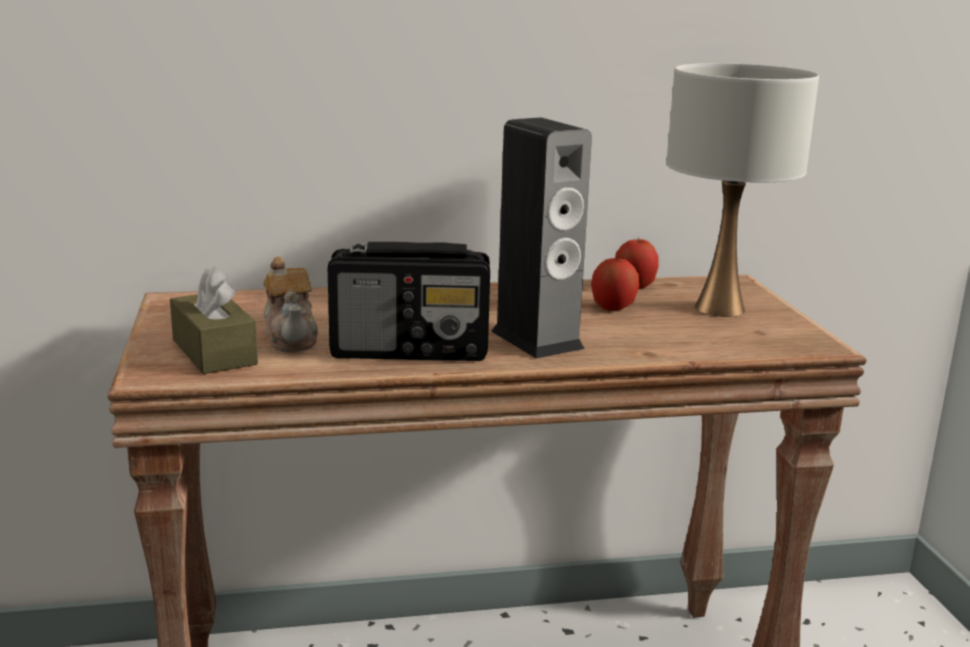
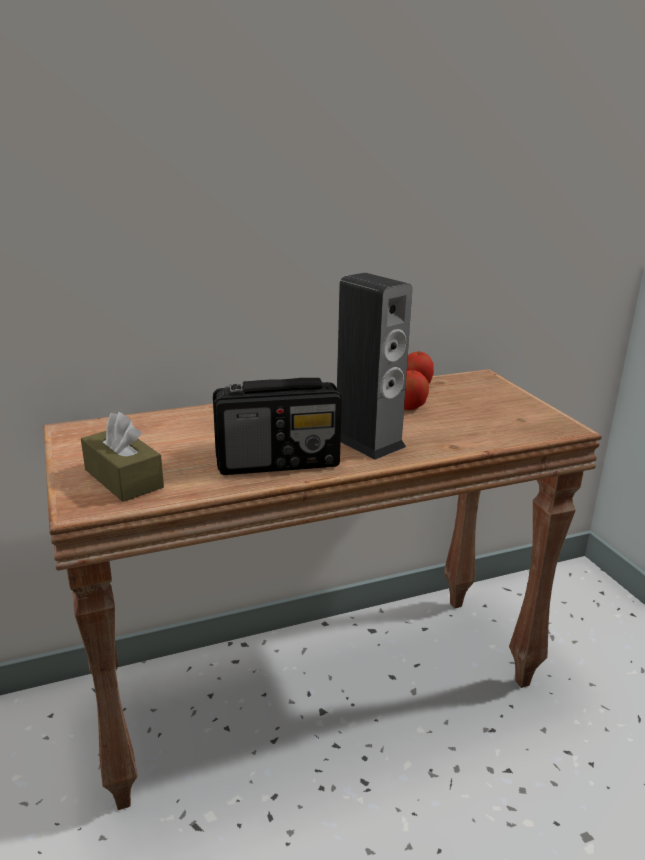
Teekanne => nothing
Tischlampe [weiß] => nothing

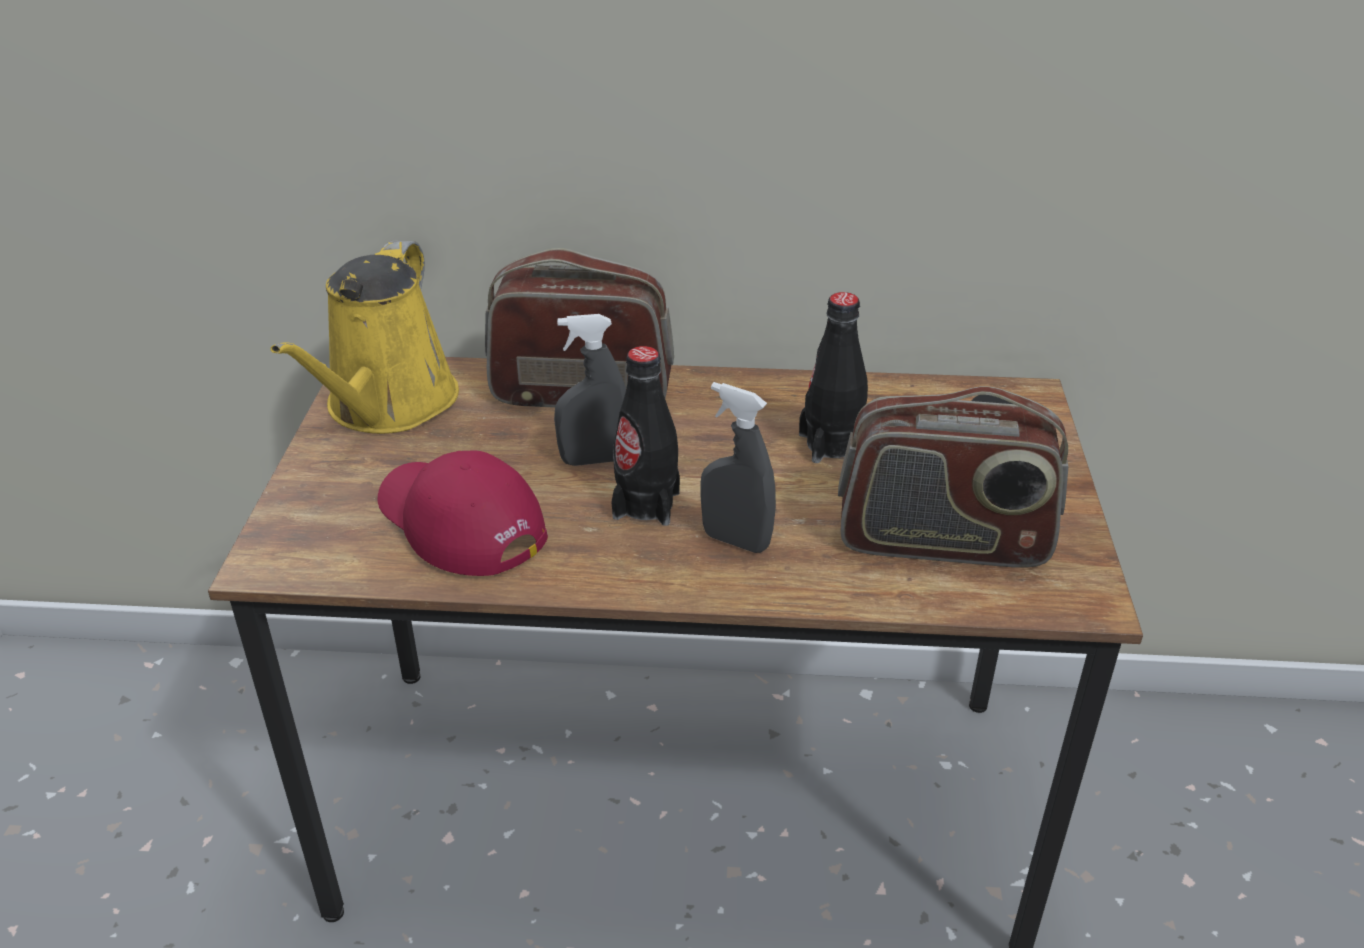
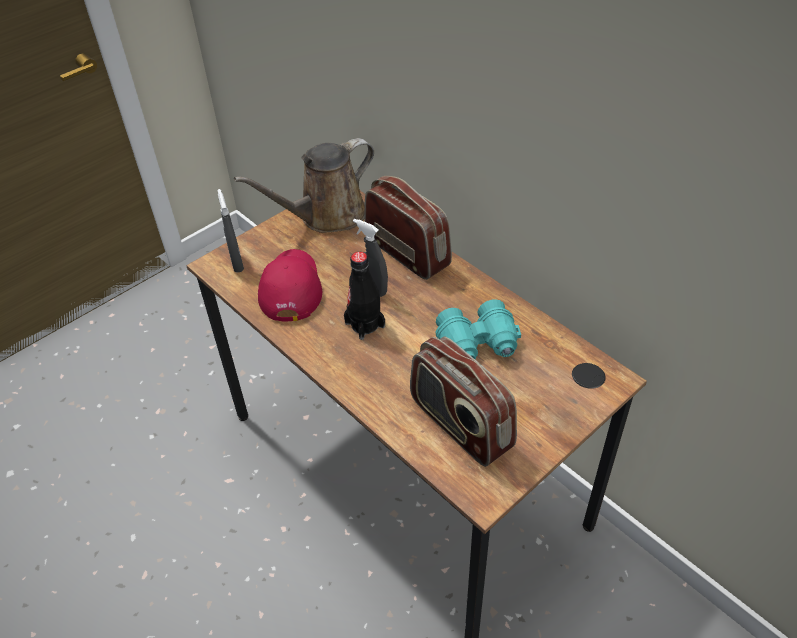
Gießkanne [gelb] => Gießkanne [braun]
Sprühflasche [grau] (no. 2 from left in the first image) => Sprühflasche [grau] (no. 1 from left), shifted
Flasche [schwarz] (no. 2 from left) => Fernglas [türkis]

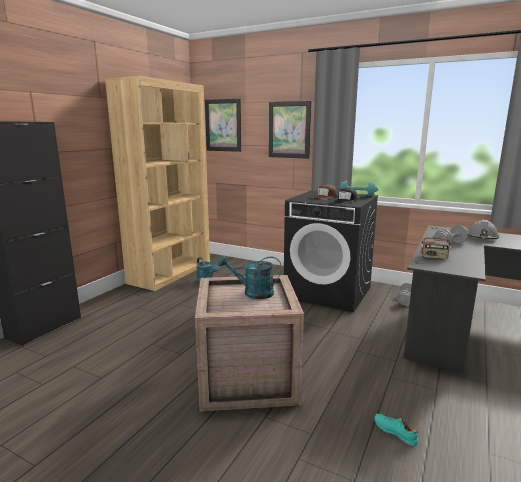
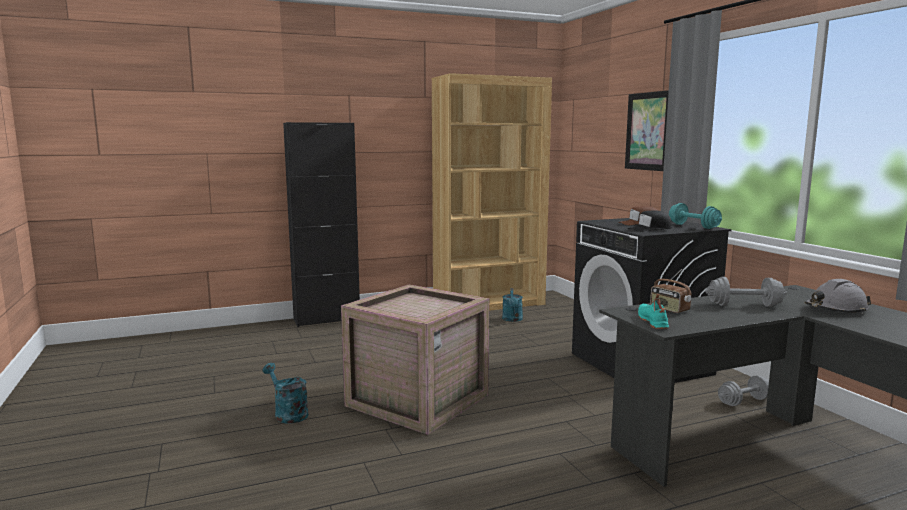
Bild (no. 1 from left) => nothing
Gießkanne [türkis] (no. 2 from left in the first image) => Gießkanne [türkis] (no. 1 from left), shifted
Schuh [türkis], shifted

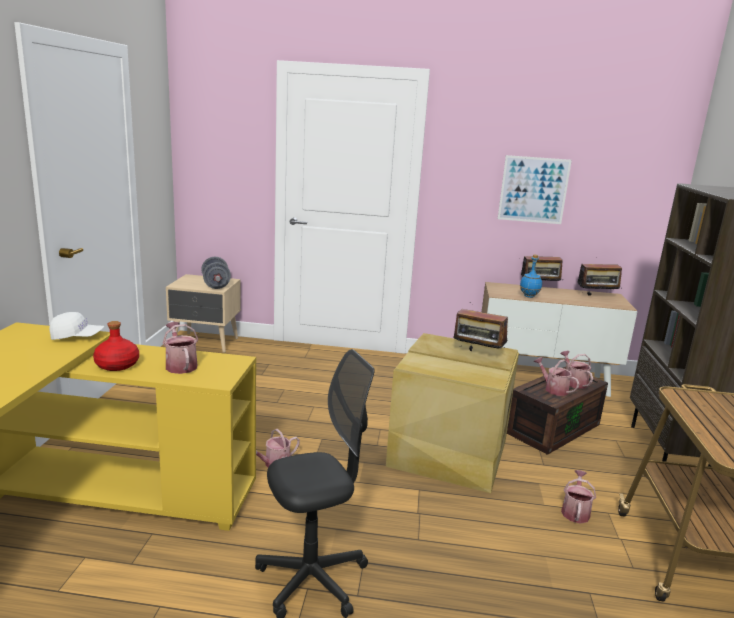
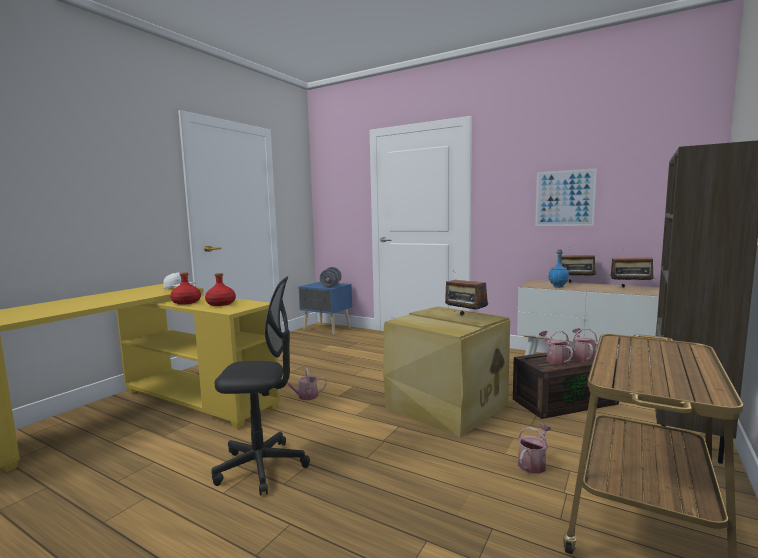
Gießkanne (no. 1 from left) => Flasche [rot] (no. 2 from left)
Nachttisch [beige] => Nachttisch [blau]

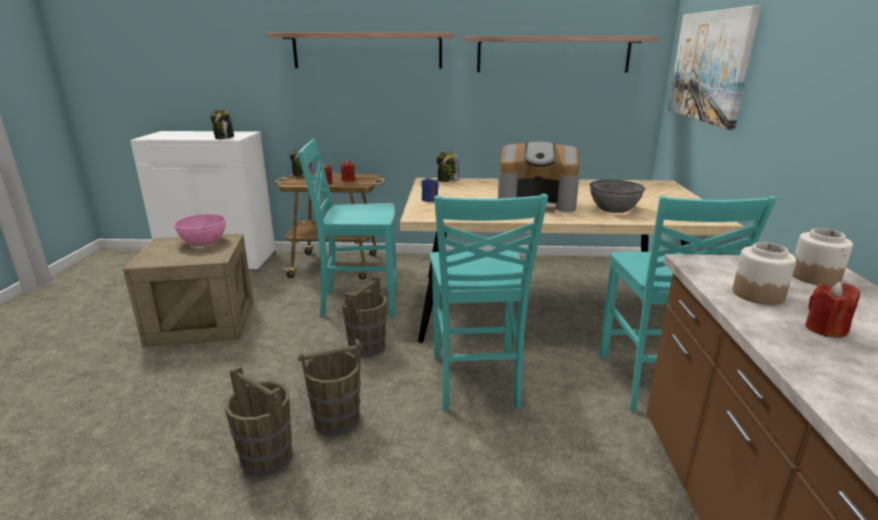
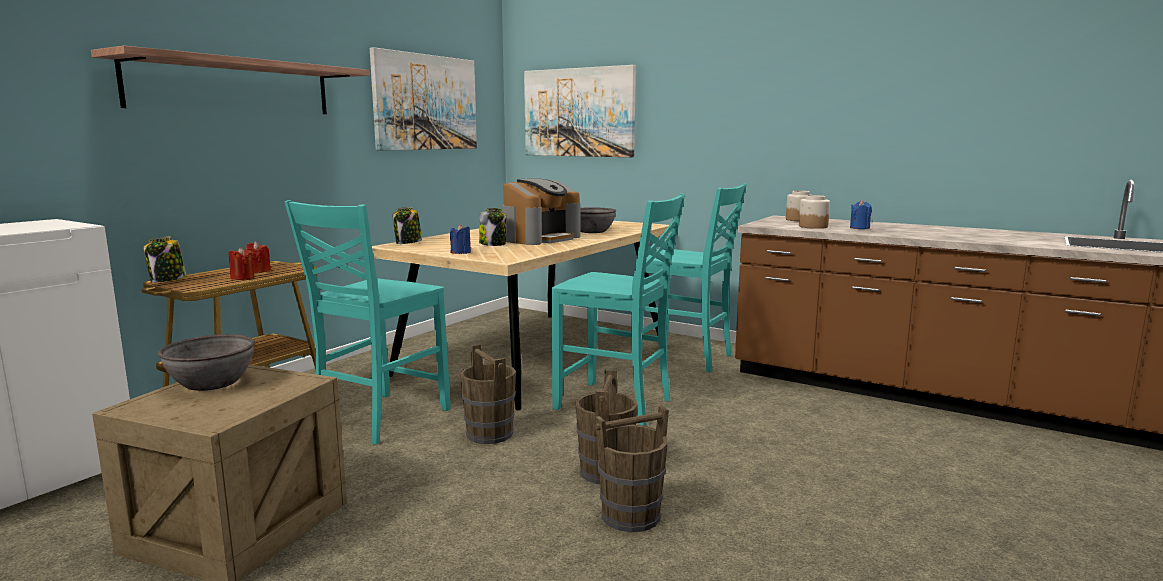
Schüssel [rosa] => Schüssel [grau] (no. 1 from left)
Vorratsglas (no. 1 from left in the first image) => Vorratsglas (no. 3 from left), shifted
Wandregal (no. 2 from left) => Bild (no. 1 from left)
Kerze [rot] (no. 3 from left) => Kerze [blau] (no. 2 from left)

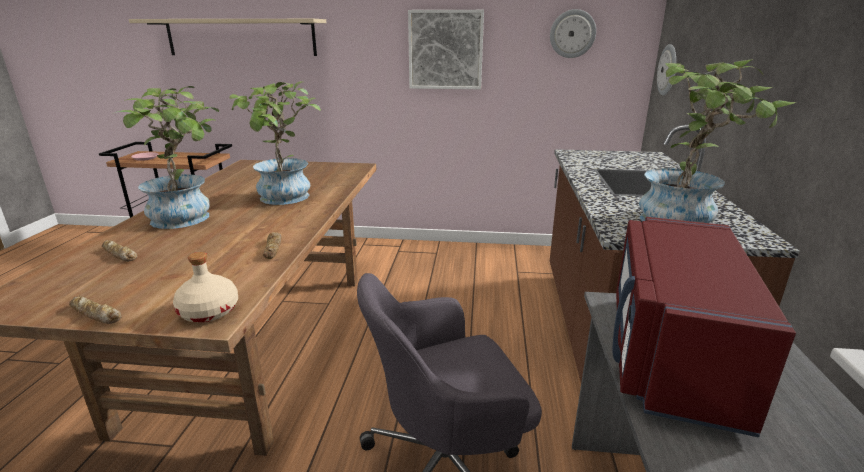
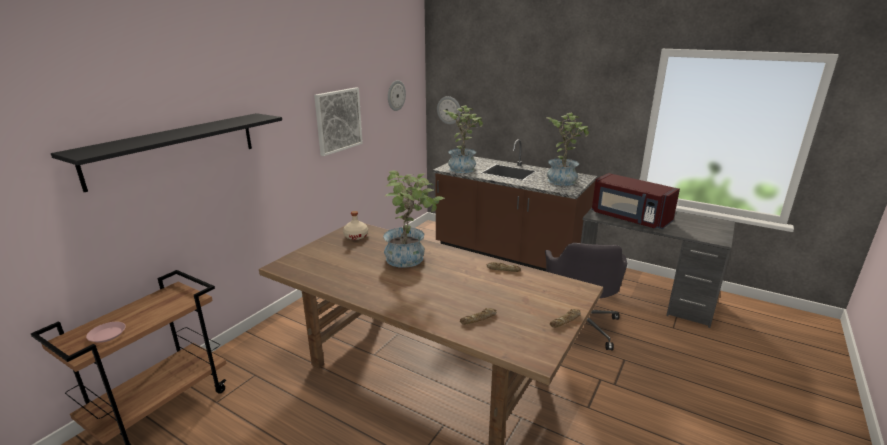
Topfpflanze (no. 1 from left in the first image) => Topfpflanze (no. 2 from left), shifted
Wandregal [beige] => Wandregal [schwarz]
Flasche [beige], shifted

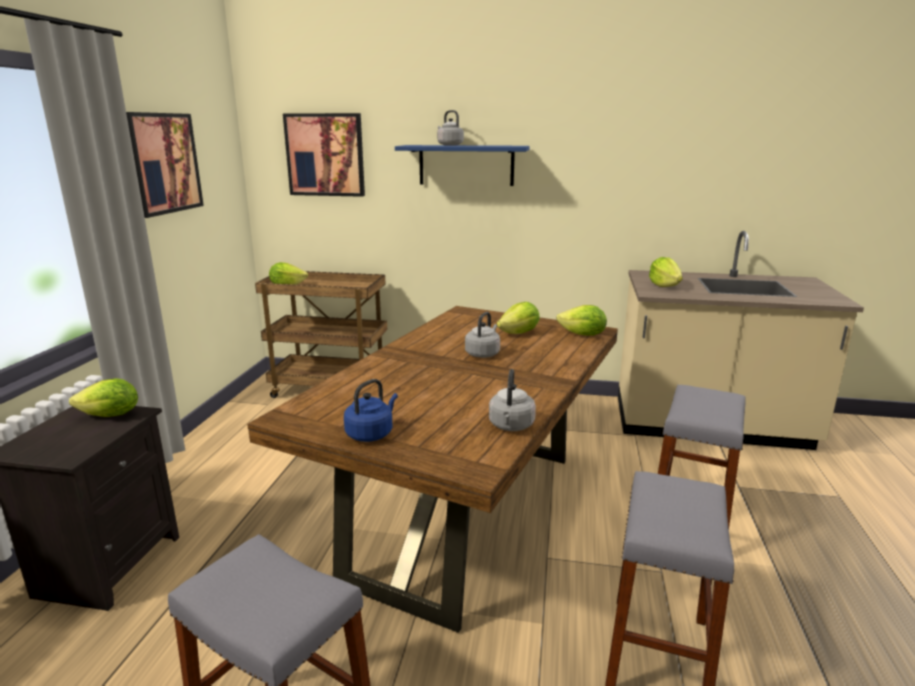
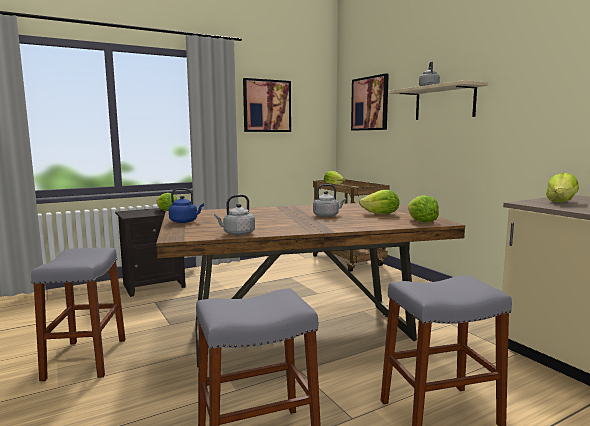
Wandregal [blau] => Wandregal [beige]

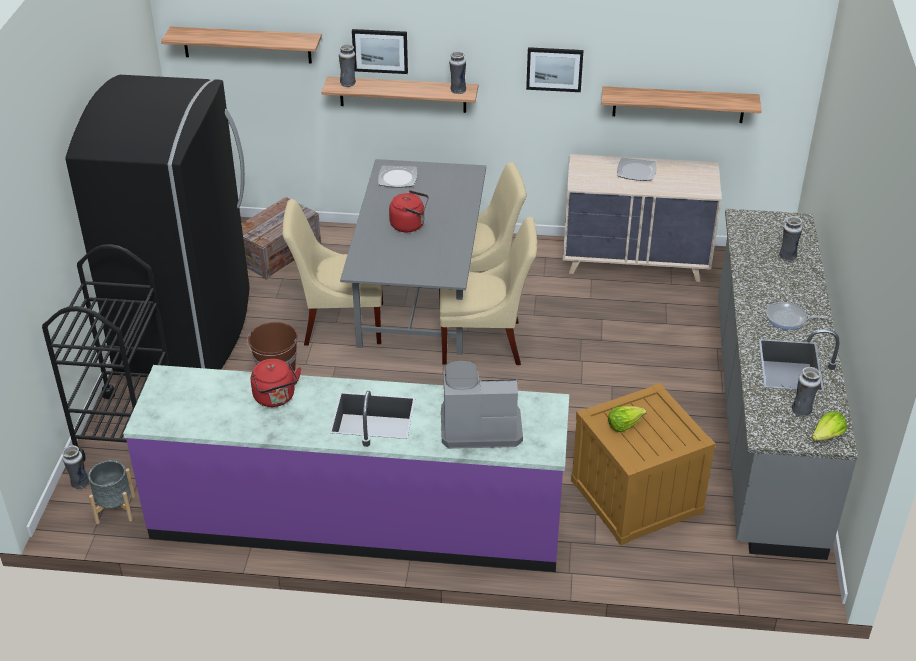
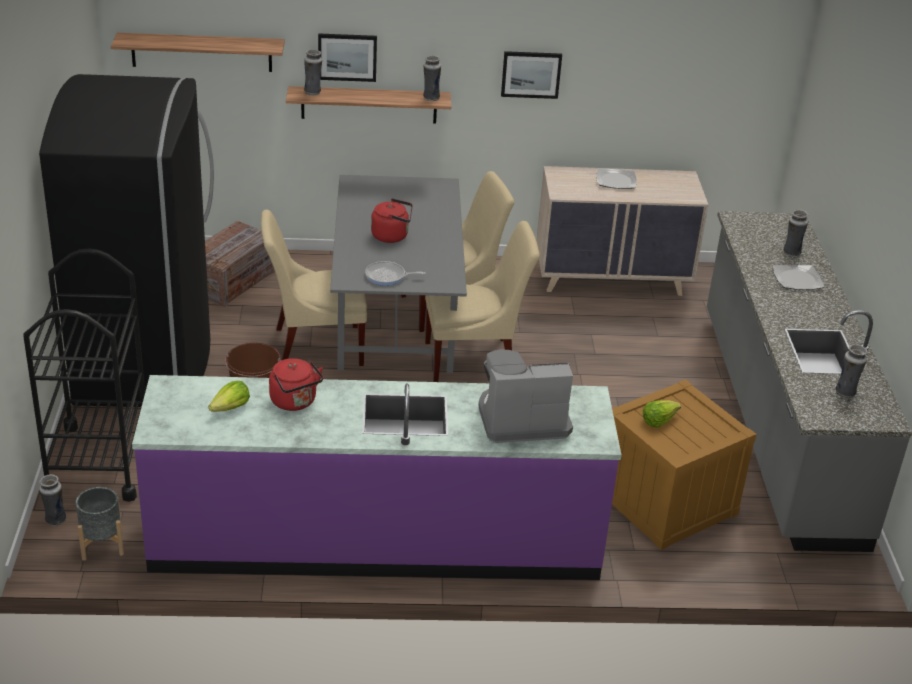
Teller (no. 1 from left in the first image) => Teller (no. 2 from left), shifted
Wandregal (no. 3 from left) => nothing
Pfanne, shifted
Salatkopf (no. 2 from left in the first image) => Salatkopf (no. 1 from left), shifted

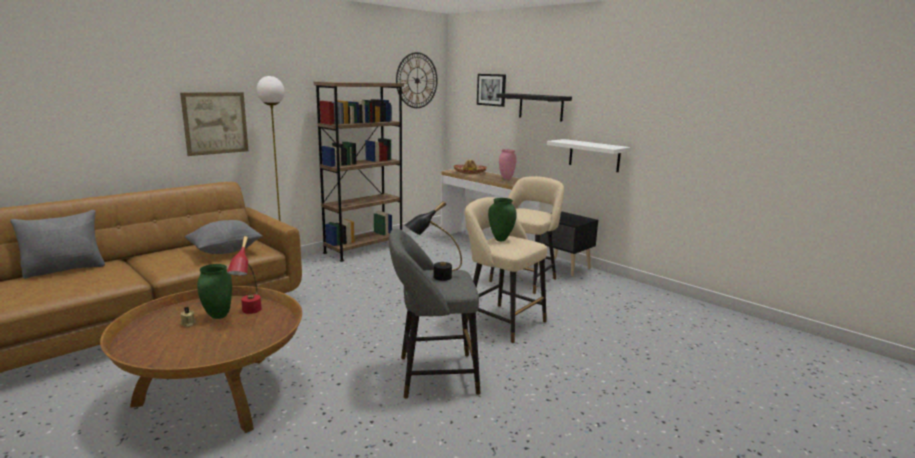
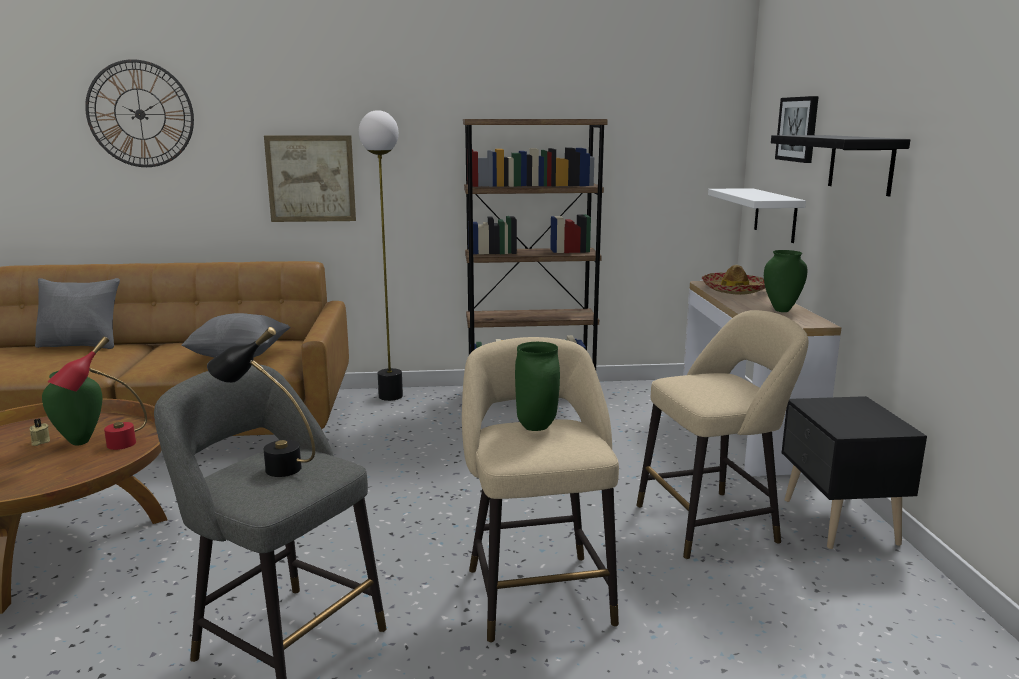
Wanduhr, shifted
Vase [rosa] => Vase [grün] (no. 3 from left)
Wandregal [weiß], shifted

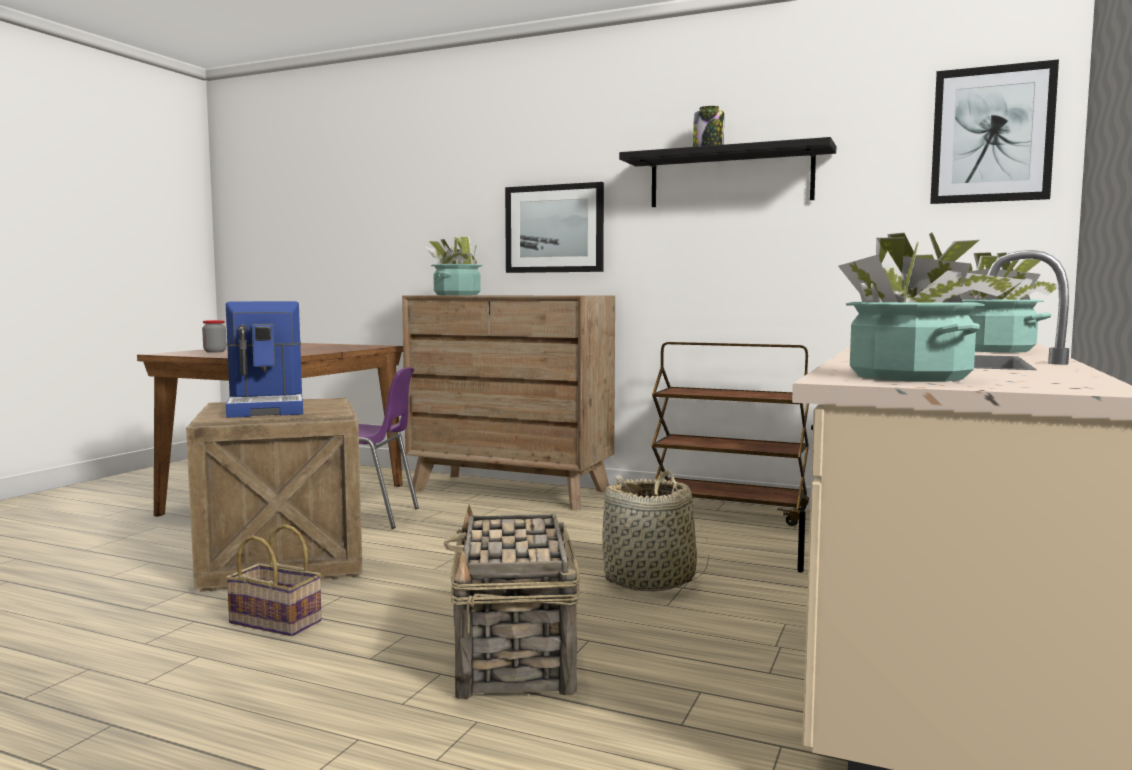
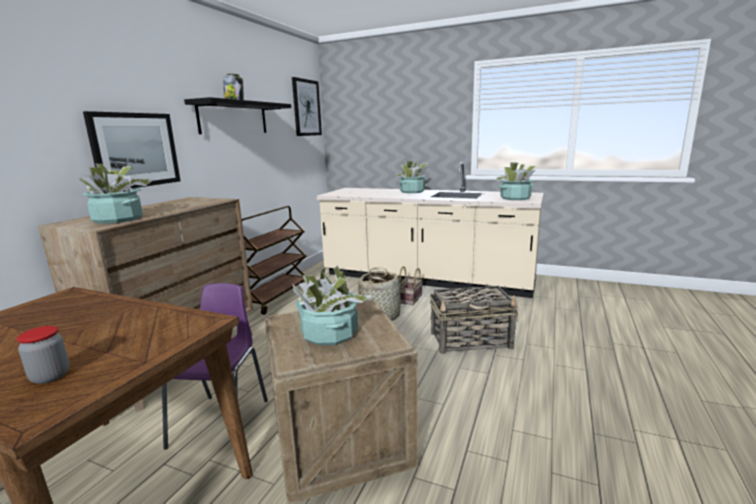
Kaffeemaschine => Topfpflanze (no. 2 from left)
Korb (no. 1 from left in the first image) => Korb (no. 2 from left), shifted

